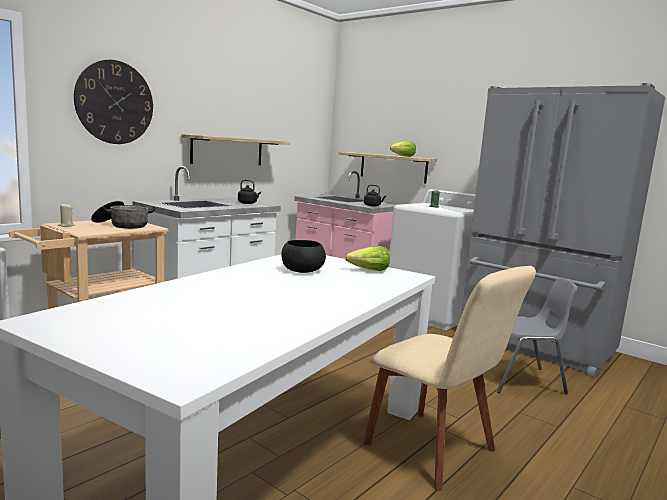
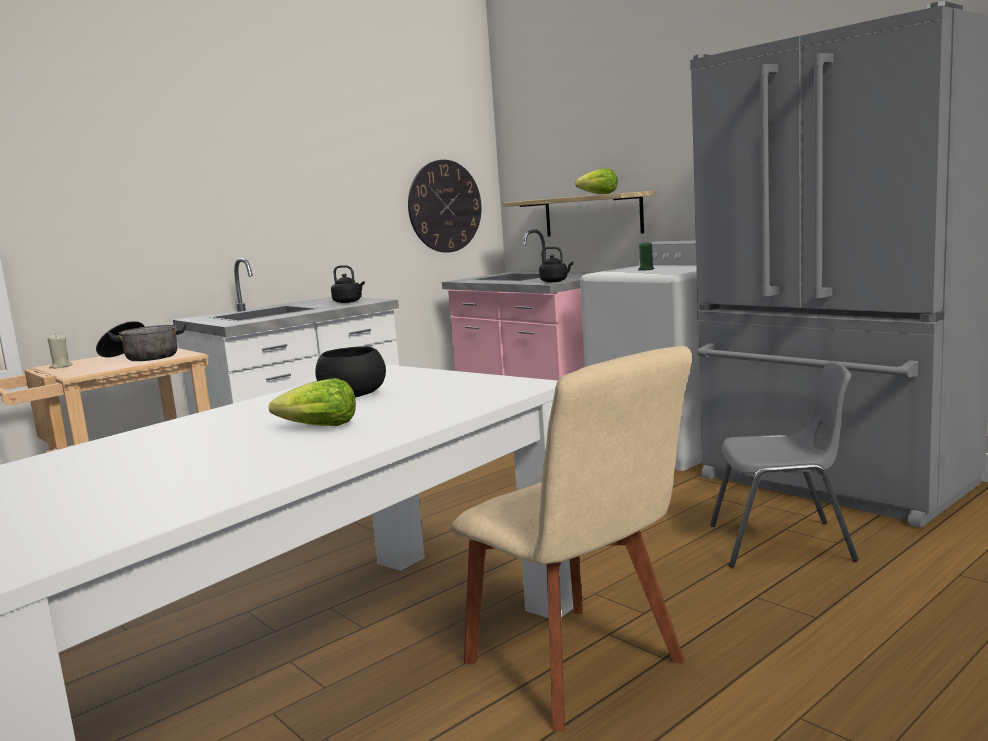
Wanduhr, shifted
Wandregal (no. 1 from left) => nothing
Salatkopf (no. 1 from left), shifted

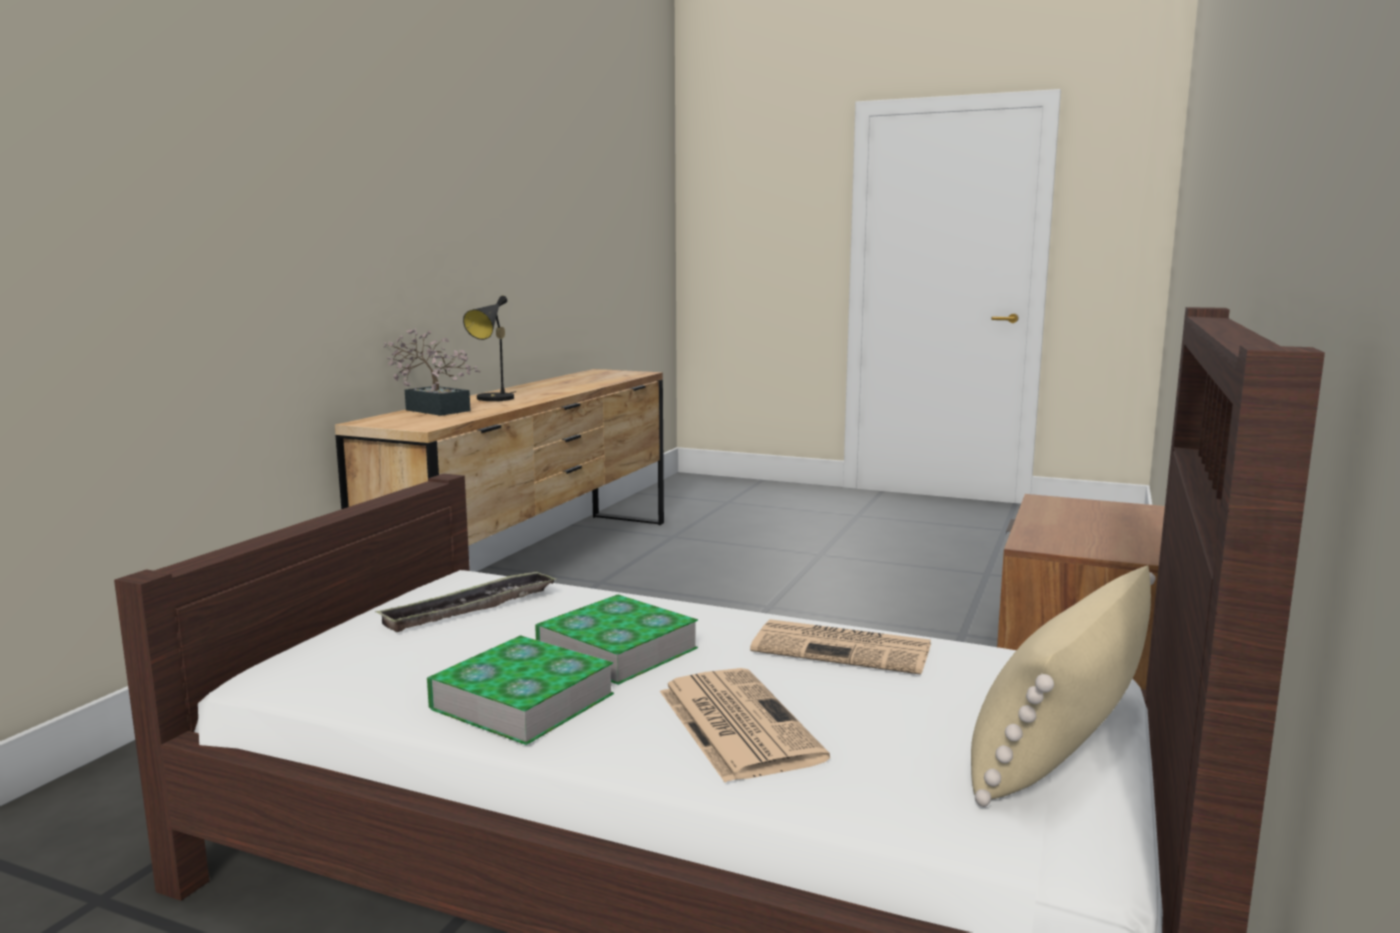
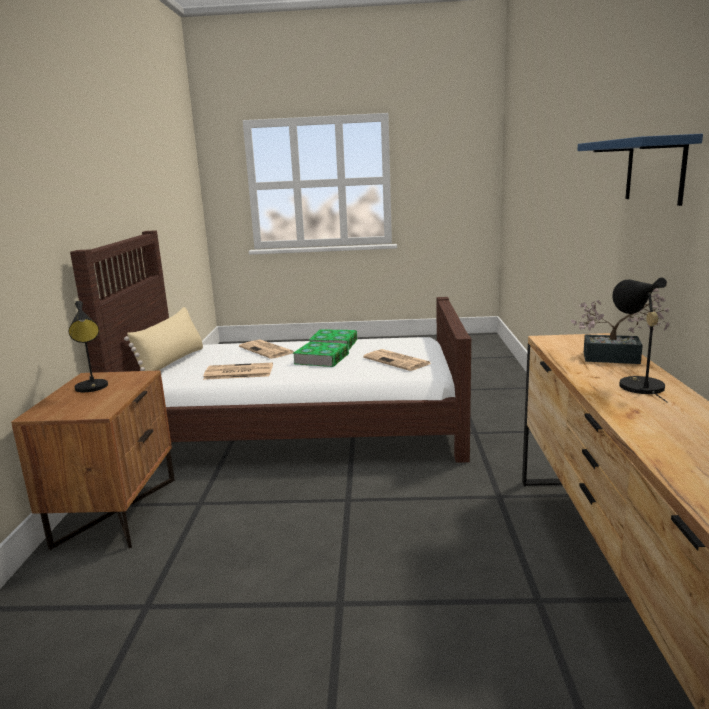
Tablett => Zeitung (no. 3 from left)
nothing => Tischlampe [schwarz] (no. 1 from left)
nothing => Wandregal [blau]

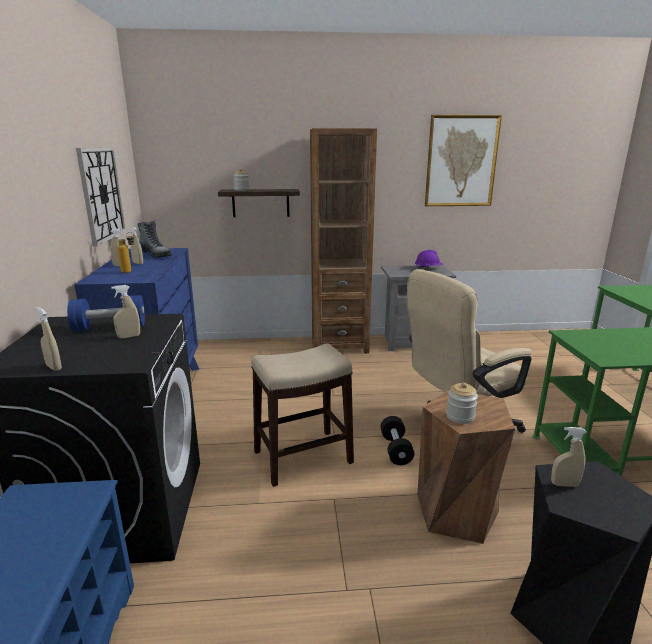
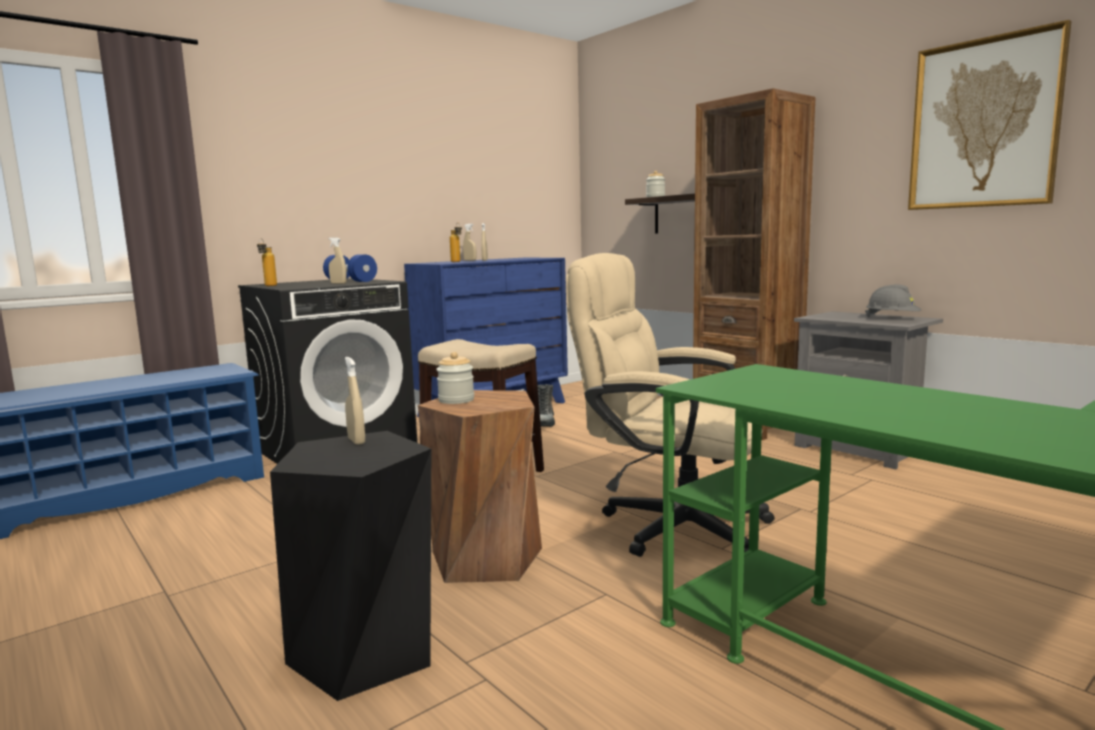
Sprühflasche [beige] (no. 1 from left) => Flasche (no. 1 from left)
Wanduhr => nothing
Stiefel, shifted
Hantel [schwarz] => nothing
Schutzhelm [lila] => Schutzhelm [grau]

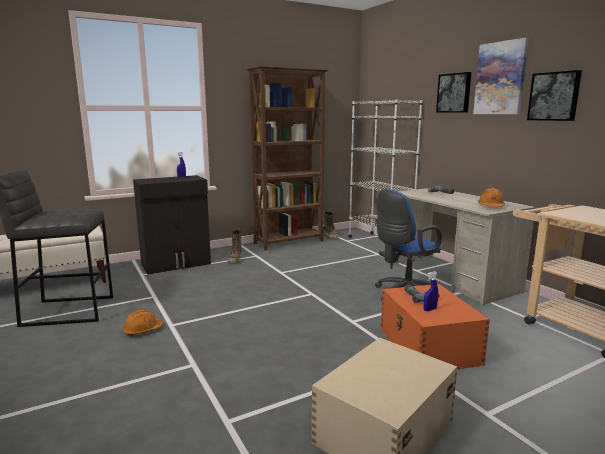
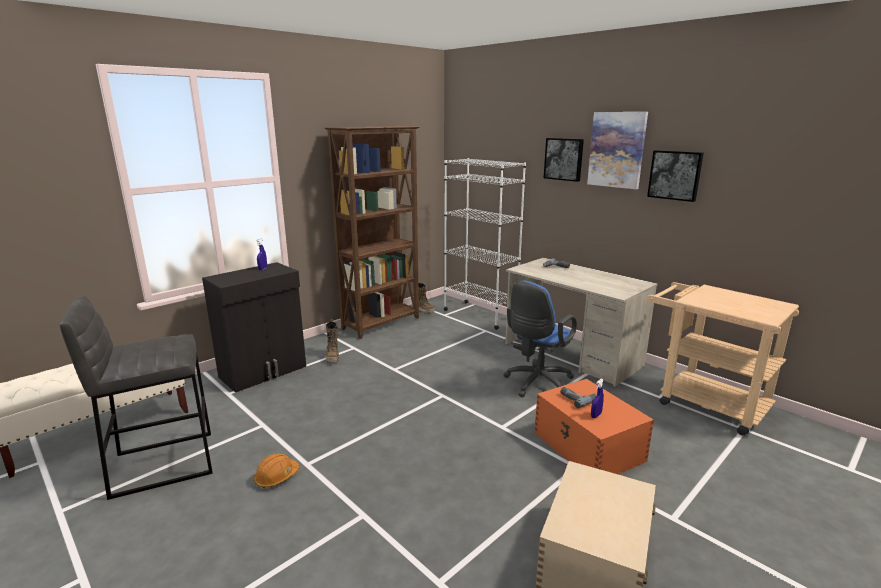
Schutzhelm [orange] (no. 2 from left) => nothing

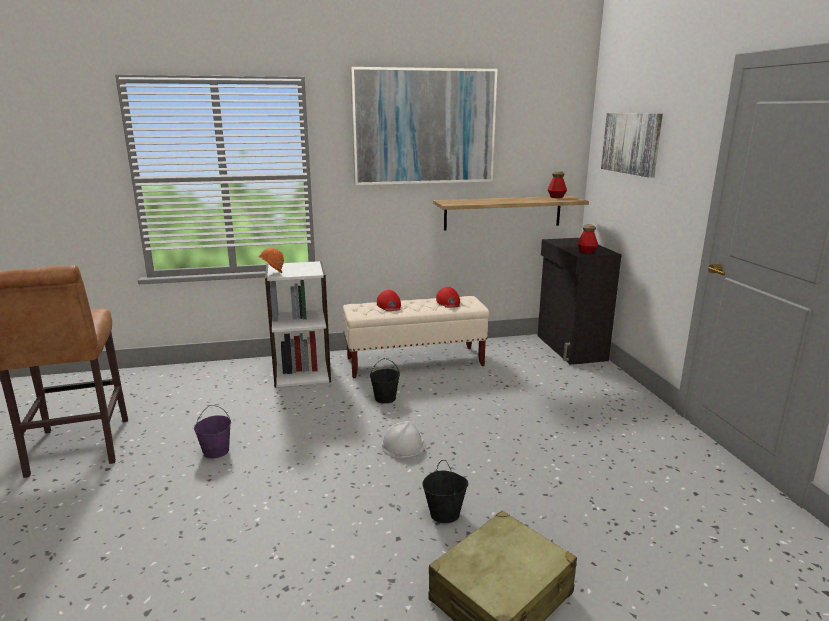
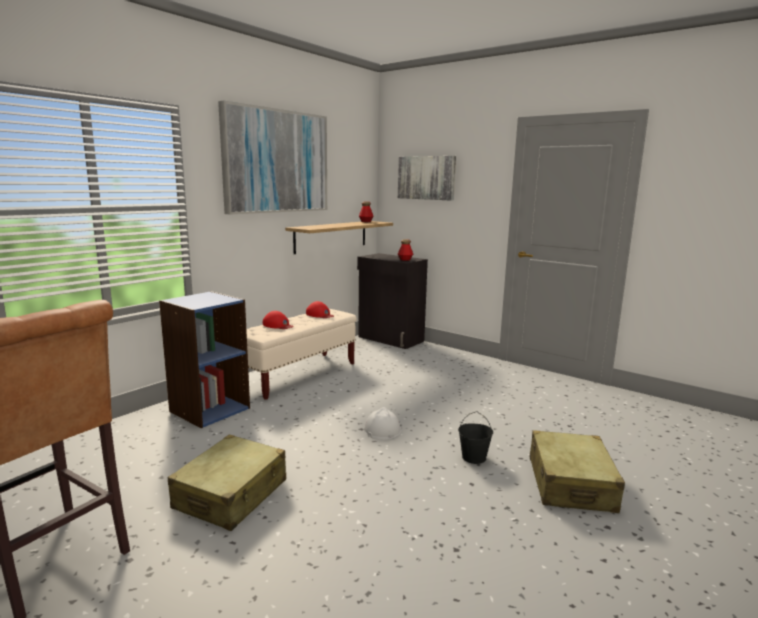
Eimer [lila] => Koffer [beige] (no. 1 from left)
Schutzhelm [orange] => nothing
Bücherregal [weiß] => Bücherregal [blau]
Eimer [schwarz] (no. 1 from left) => nothing

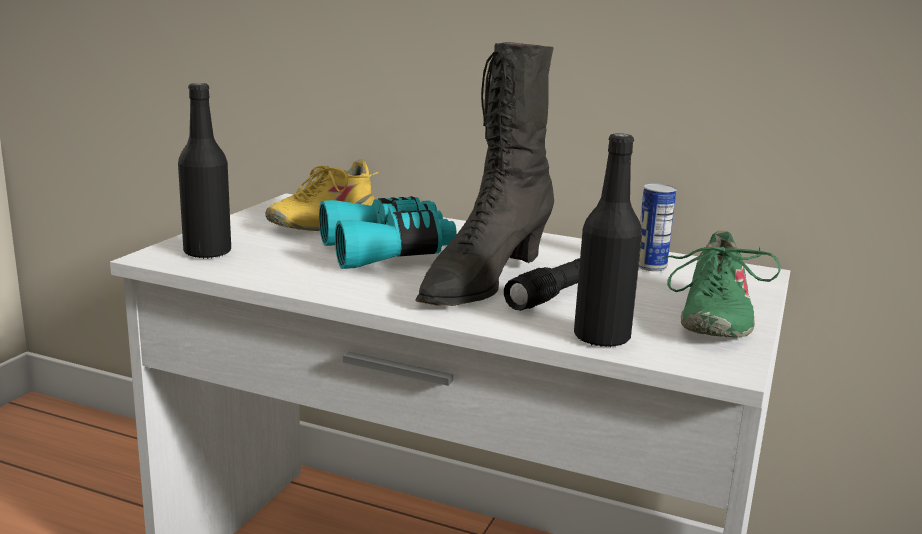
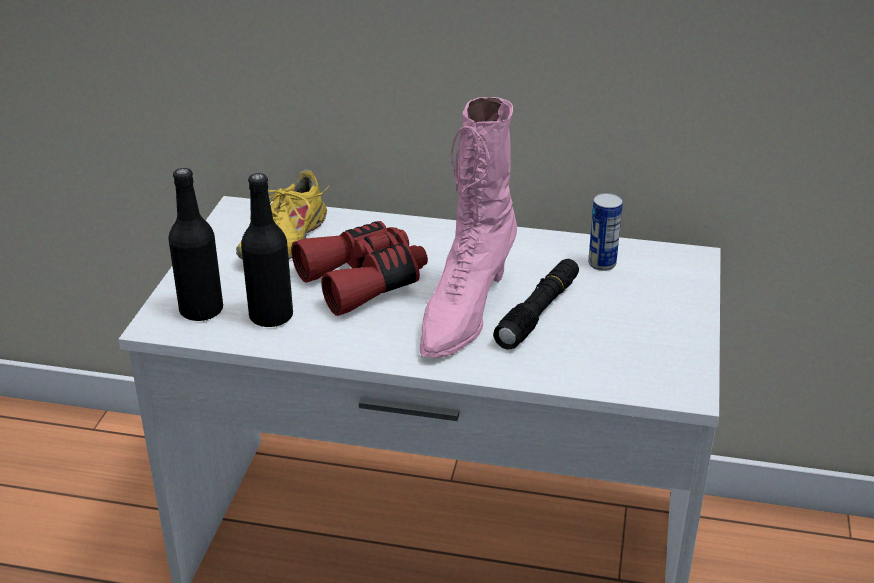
Fernglas [türkis] => Fernglas [rot]
Stiefel [schwarz] => Stiefel [rosa]
Flasche [schwarz] (no. 2 from left), shifted
Schuh [grün] => nothing

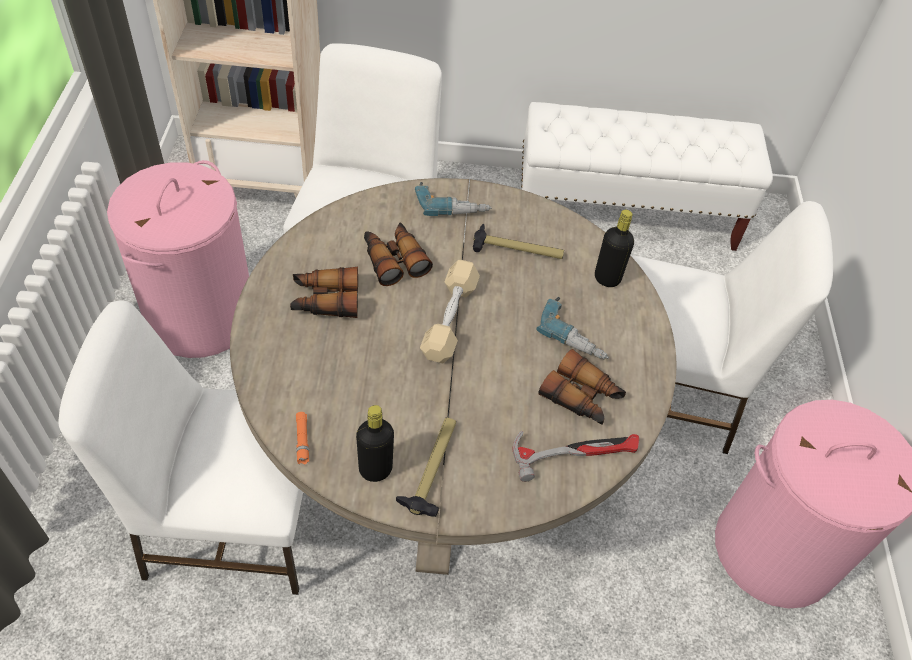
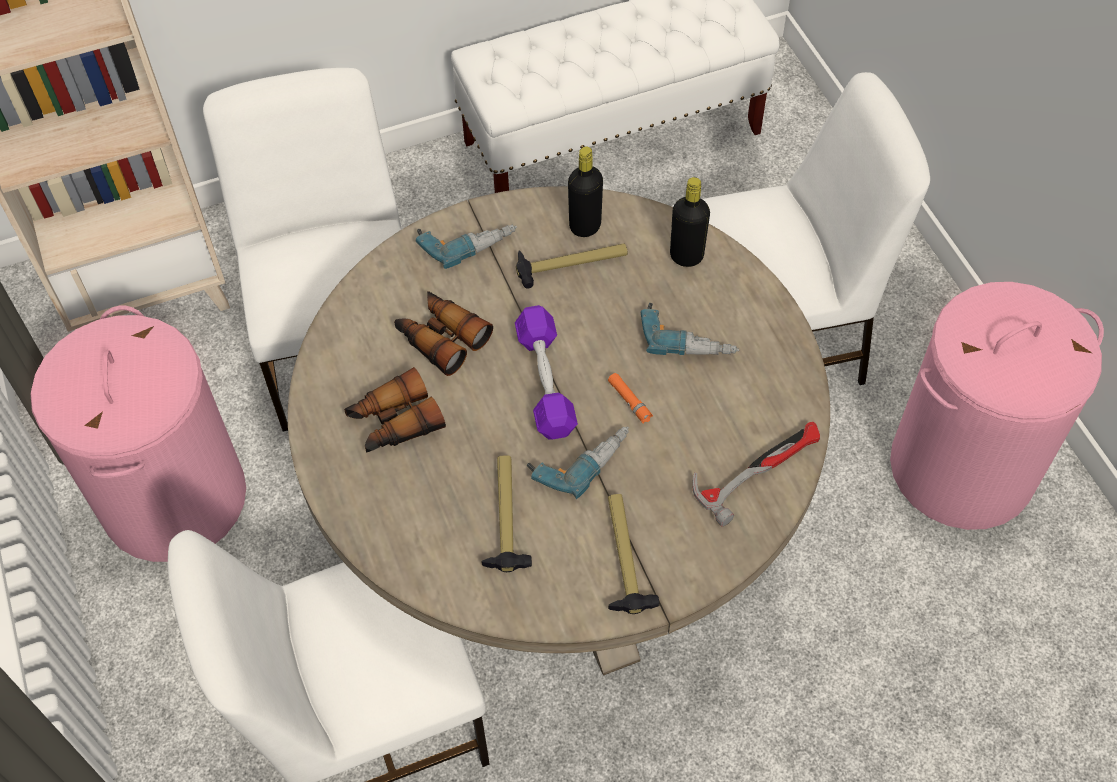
Taschenlampe [orange], shifted
Flasche [schwarz] (no. 1 from left), shifted
Hantel [beige] => Hantel [lila]
Fernglas (no. 3 from left) => nothing
nothing => Hammer (no. 1 from left)
nothing => Bohrmaschine (no. 2 from left)

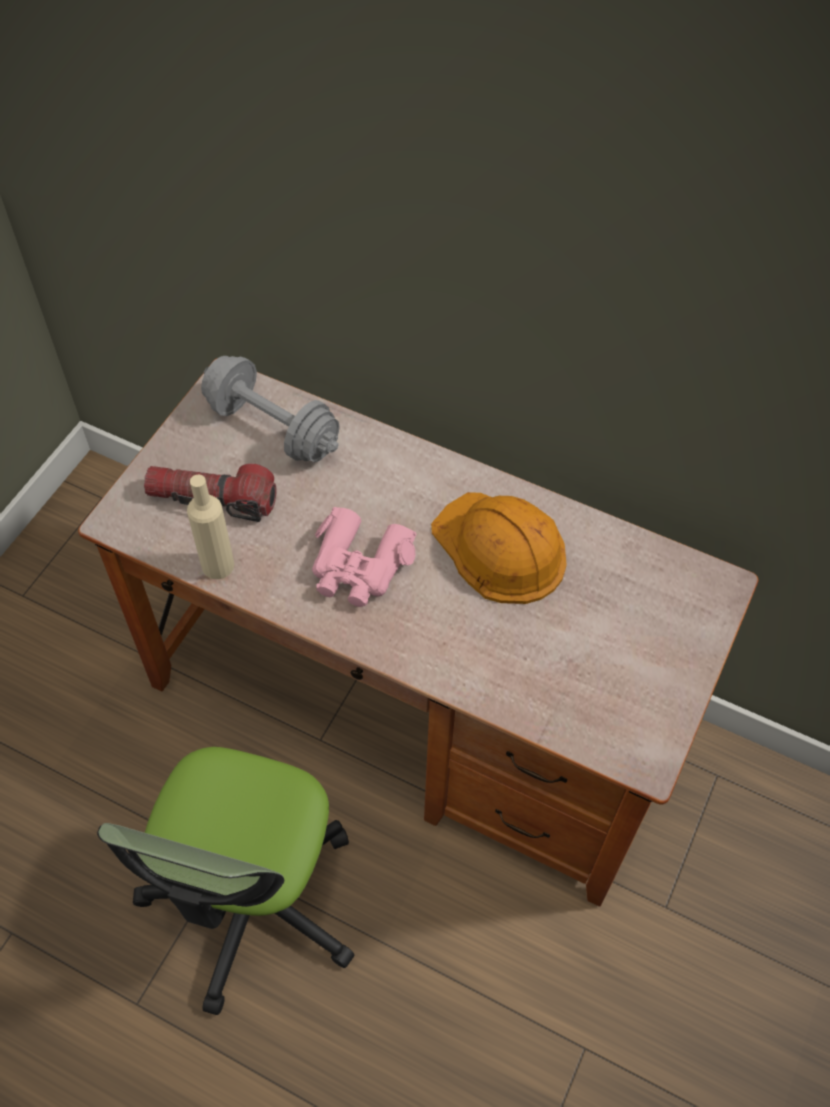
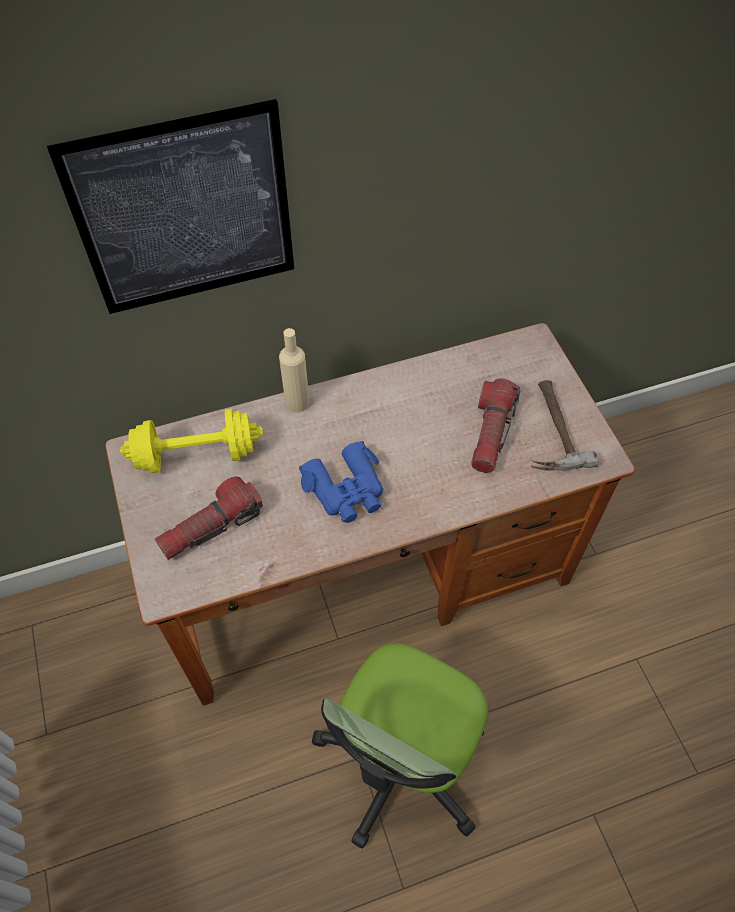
Bürostuhl, 60 degrees clockwise
Flasche [beige], shifted
Hantel [grau] => Hantel [gelb]
Fernglas [rosa] => Fernglas [blau]
Schutzhelm [orange] => nothing
nothing => Bild
nothing => Taschenlampe (no. 2 from left)
nothing => Hammer

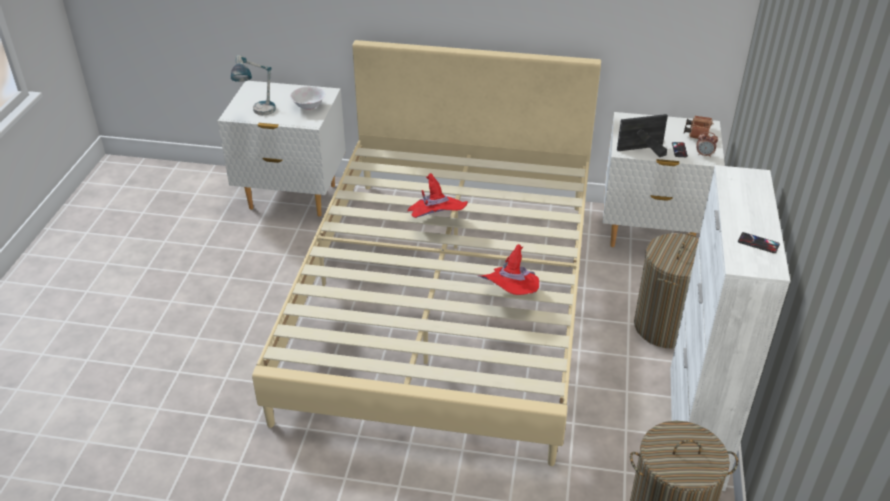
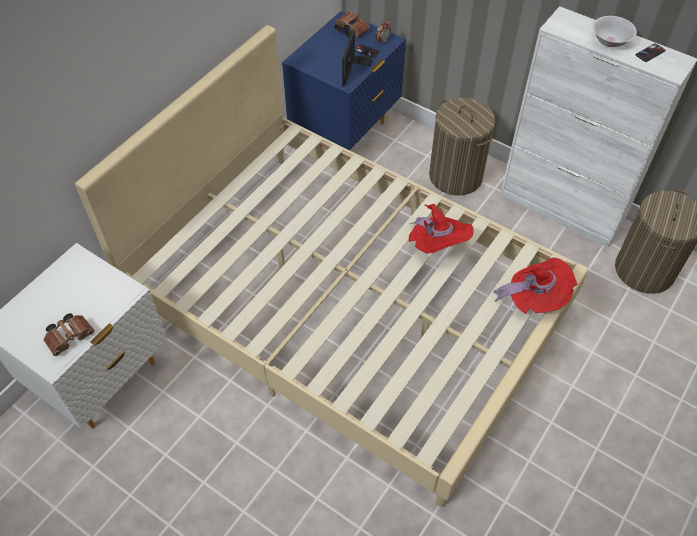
Tischlampe => Fernglas [braun] (no. 1 from left)
Schüssel [weiß], shifted
Hut [rot] (no. 1 from left in the first image) => Hut [rot] (no. 2 from left), shifted
Nachttisch [weiß] (no. 2 from left) => Nachttisch [blau]

